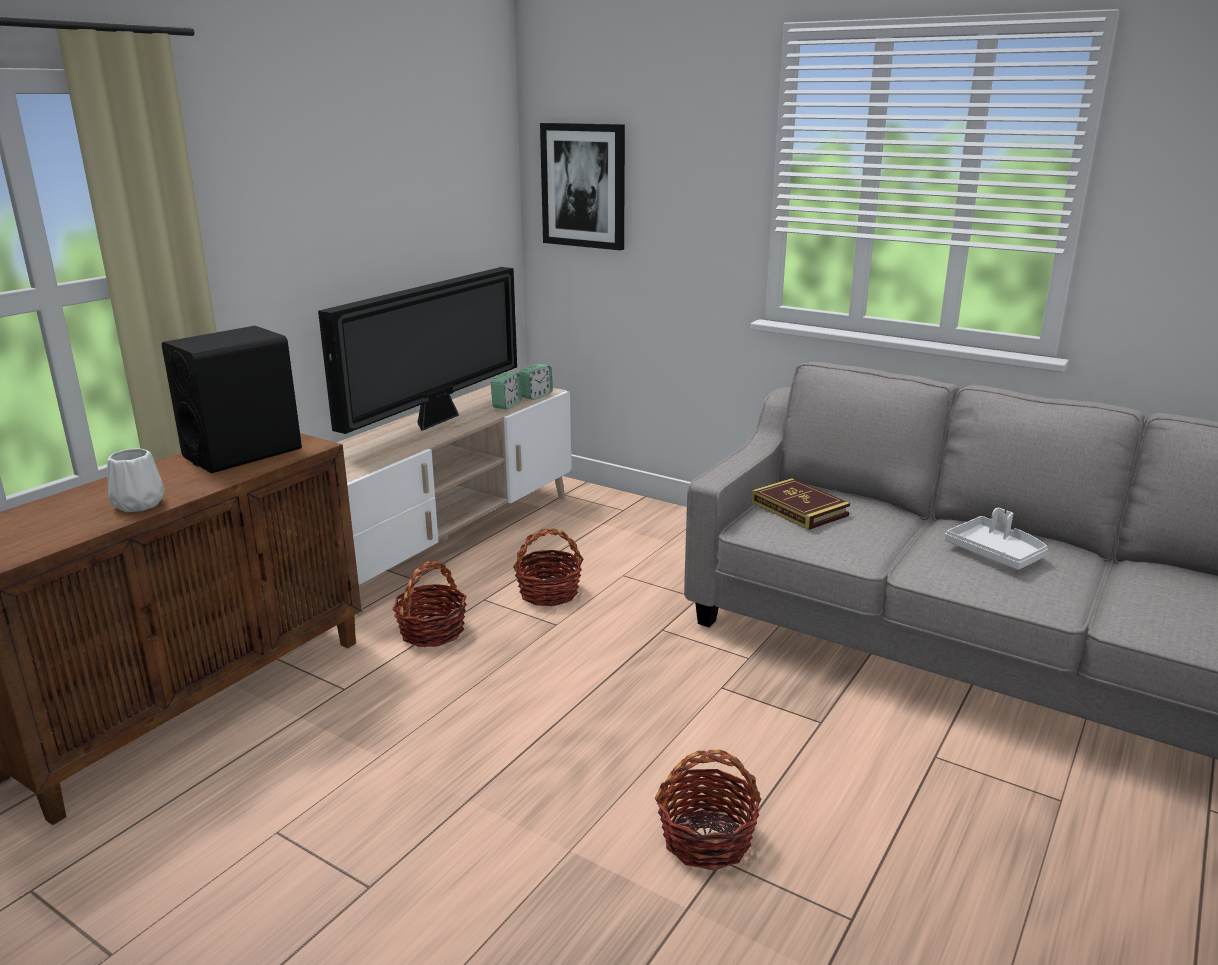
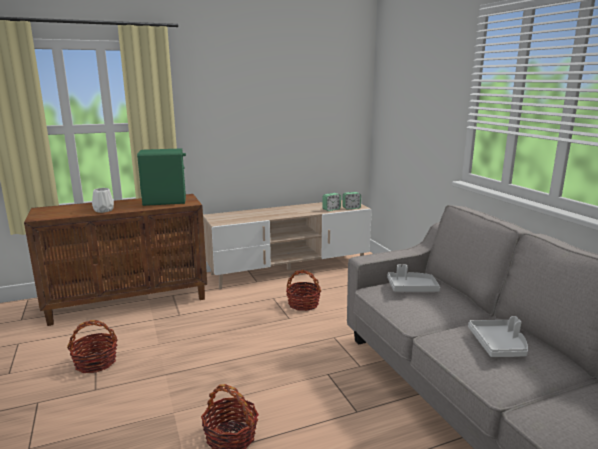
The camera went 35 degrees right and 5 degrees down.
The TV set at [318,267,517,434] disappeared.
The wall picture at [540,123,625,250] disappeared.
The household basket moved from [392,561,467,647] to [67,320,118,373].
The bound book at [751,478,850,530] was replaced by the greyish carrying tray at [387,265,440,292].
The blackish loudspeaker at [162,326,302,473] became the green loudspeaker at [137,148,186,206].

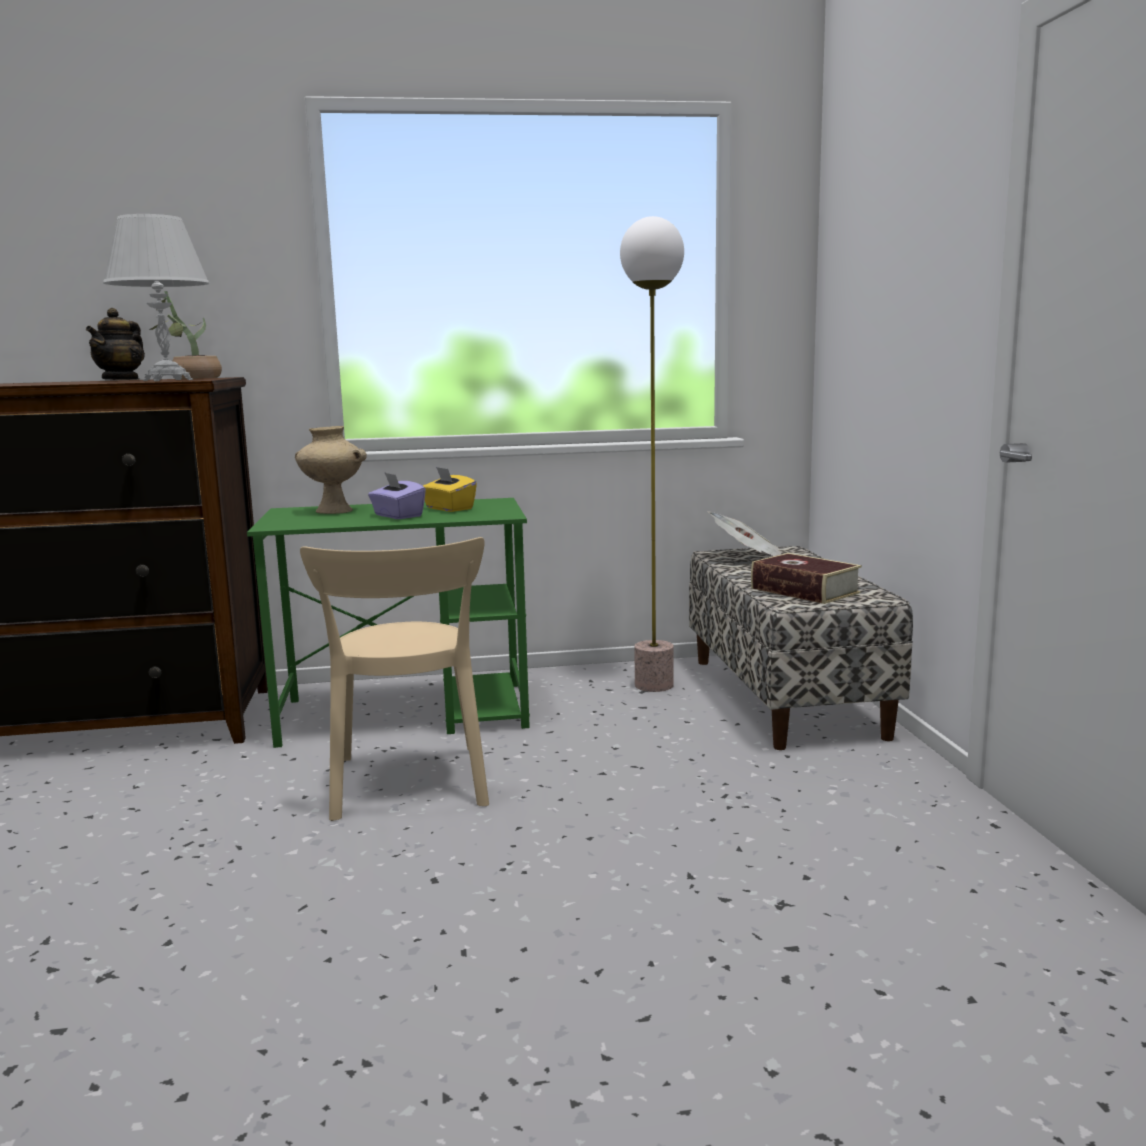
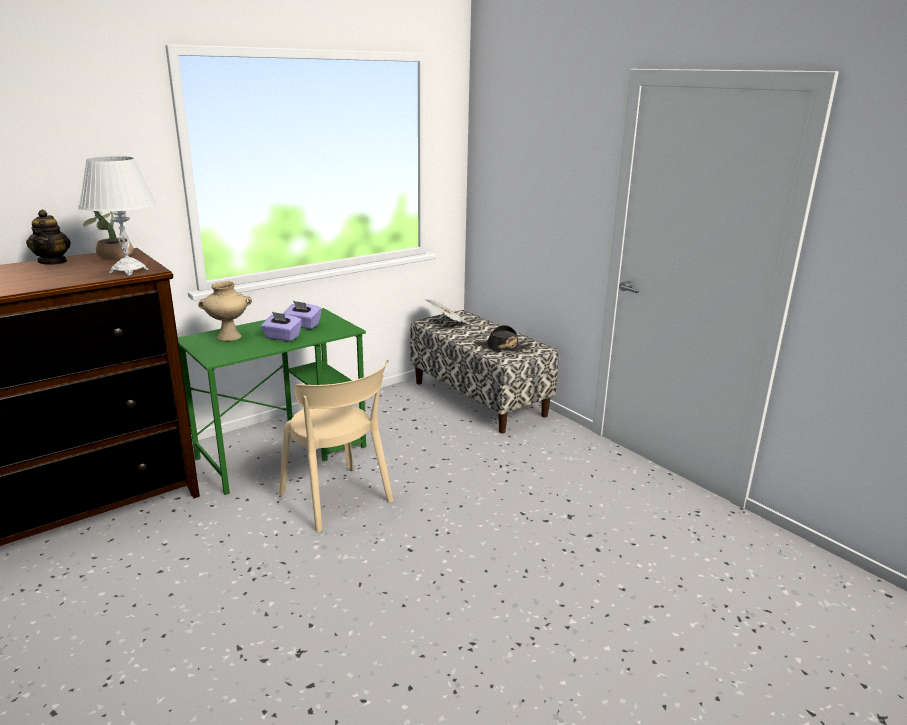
The camera went 30 degrees left and 10 degrees up.
The floor lamp at [620,216,684,692] disappeared.
The bound book at [751,553,862,604] was replaced by the blackish hat at [474,325,533,351].
The yellowish tissue holder at [423,467,477,512] became the purple-coloured tissue holder at [283,301,322,329].

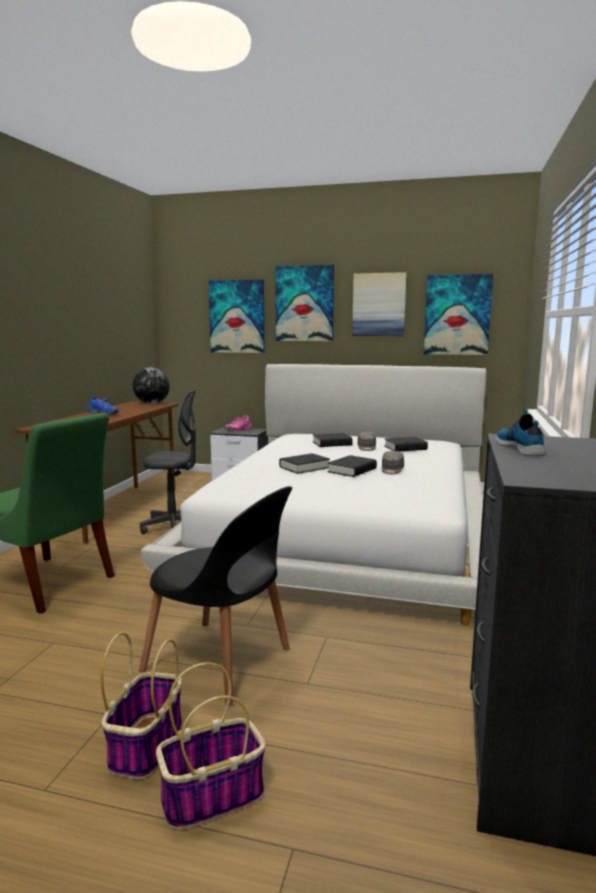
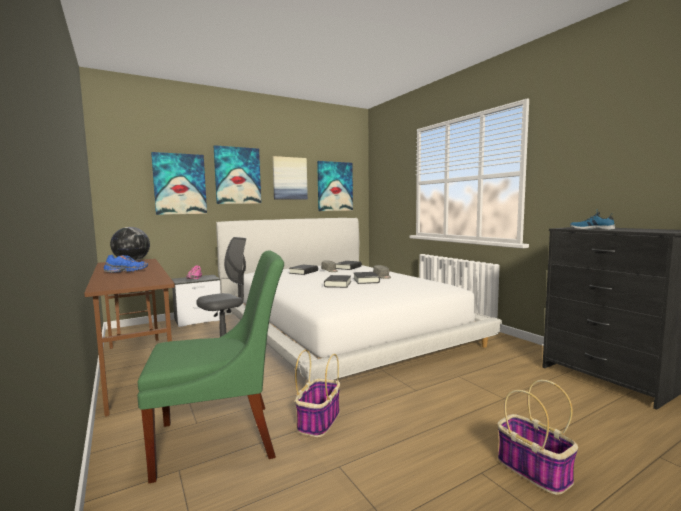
The camera went 45 degrees left and 5 degrees down.
The blackish chair at [139,486,292,706] disappeared.
The household basket moved from [156,662,266,830] to [295,350,340,437].

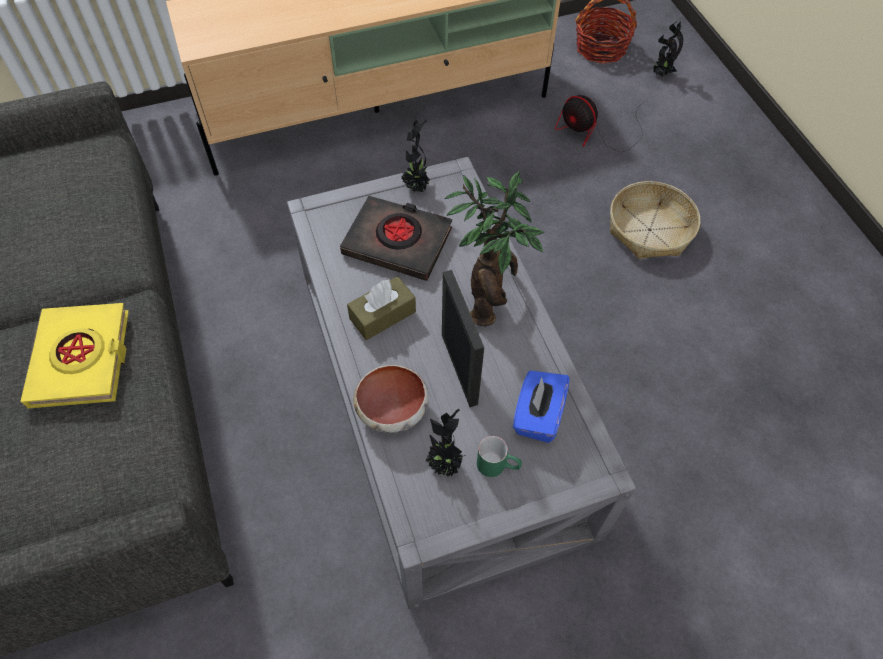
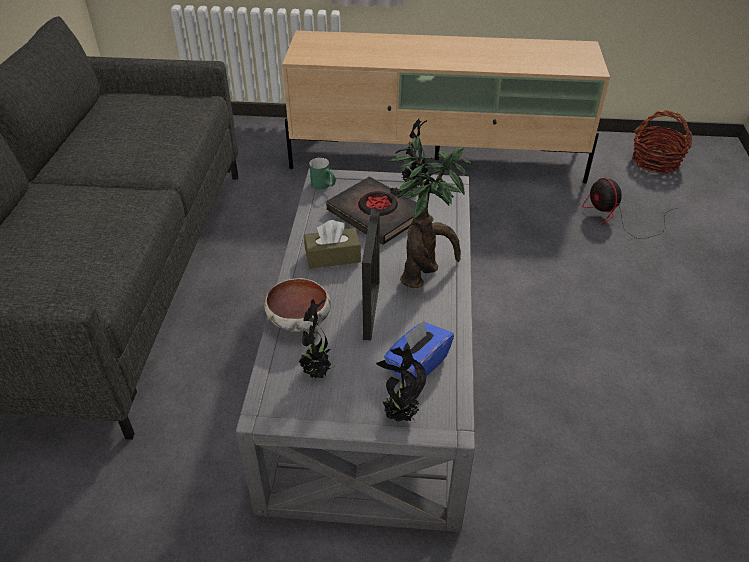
The camera went 25 degrees right and 15 degrees down.
The yellowish bound book at [21,303,129,408] disappeared.
The household basket at [610,181,700,259] disappeared.
The green mug moved from [477,436,522,477] to [309,158,336,190].
The potted plant moved from [653,21,683,77] to [376,347,426,422].

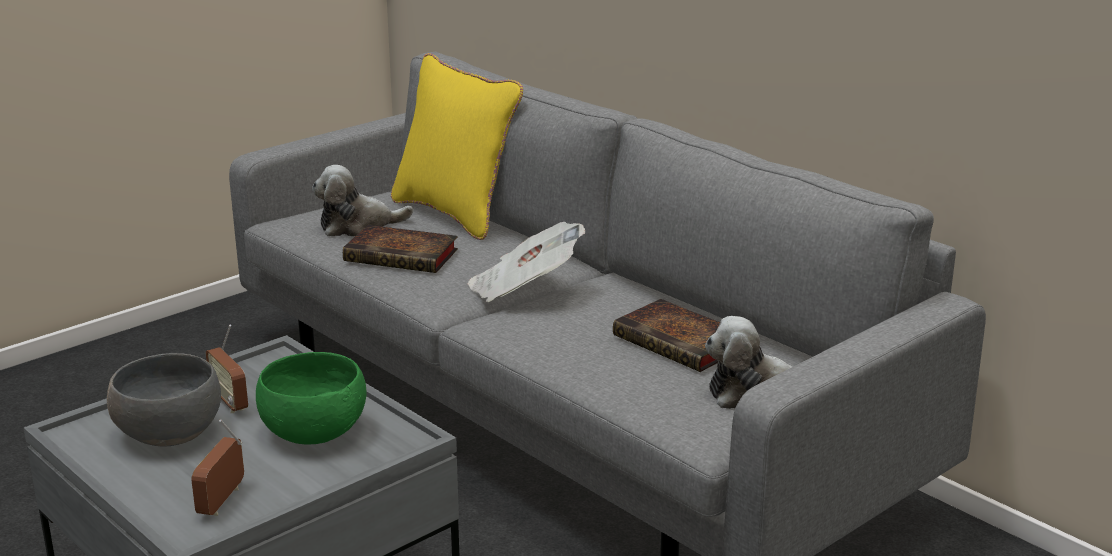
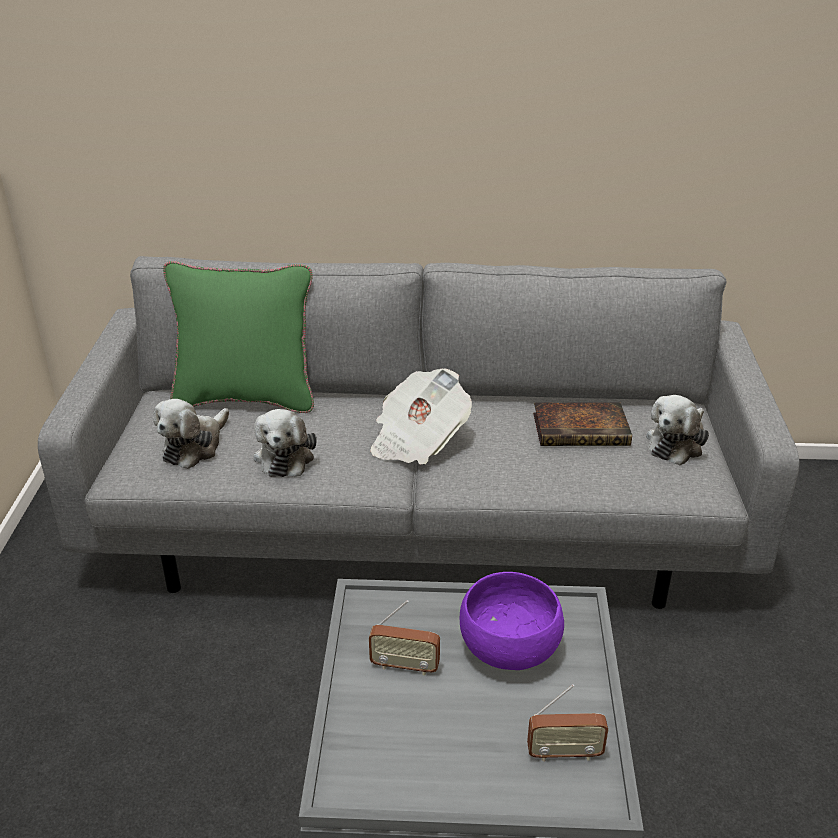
The camera went 45 degrees left and 10 degrees up.
The greyish bowl at [107,353,221,446] disappeared.
The bound book at [343,225,458,273] was replaced by the soft toy at [253,409,317,477].
The green bowl at [256,352,366,445] became the purple-coloured bowl at [460,572,564,670].
The yellowish pillow at [391,53,523,240] became the green pillow at [163,261,314,413].
The radio set at [191,419,244,516] turned 60 degrees counterclockwise.

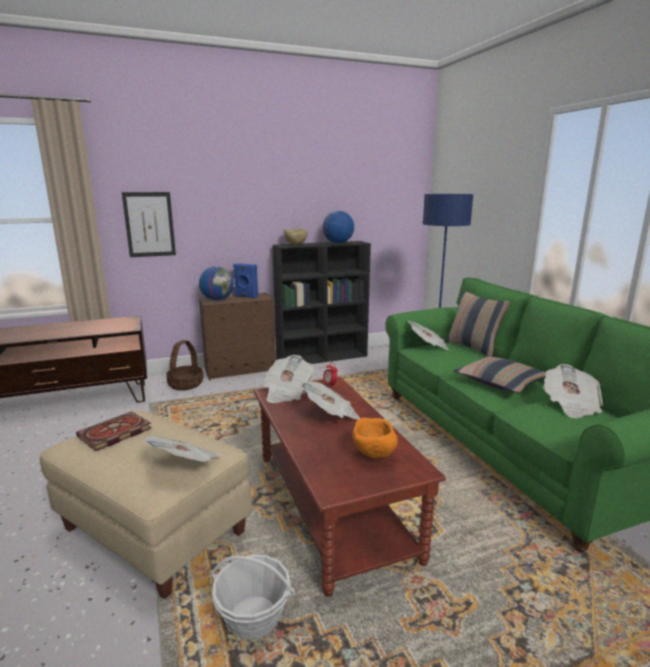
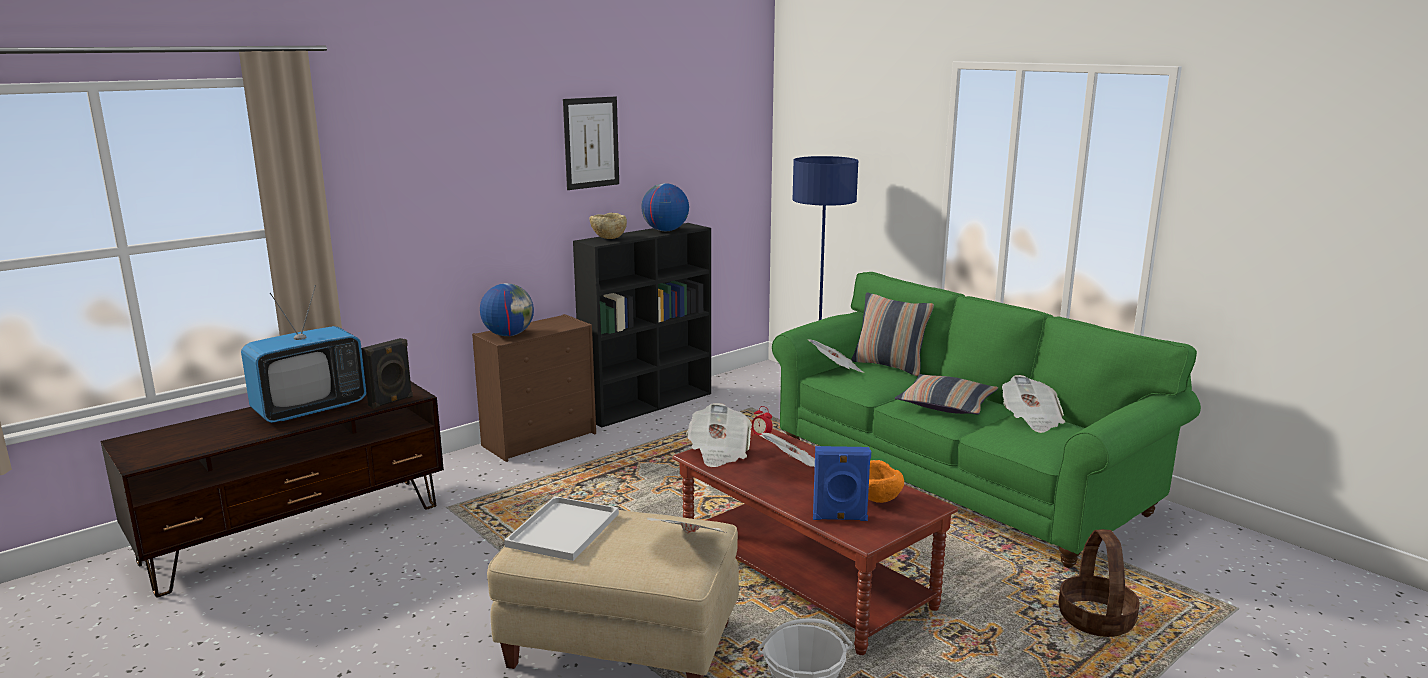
The camera went 20 degrees left and 0 degrees up.
The TV set at [241,285,367,423] appeared.
The blackish loudspeaker at [361,338,413,409] appeared.
The wall picture moved from [122,192,176,257] to [563,96,619,190].
The household basket moved from [166,340,203,390] to [1058,529,1140,637].
The blue-coloured loudspeaker moved from [233,263,258,298] to [813,446,871,521].
The bound book at [76,411,152,451] was replaced by the whitish carrying tray at [504,496,619,561].

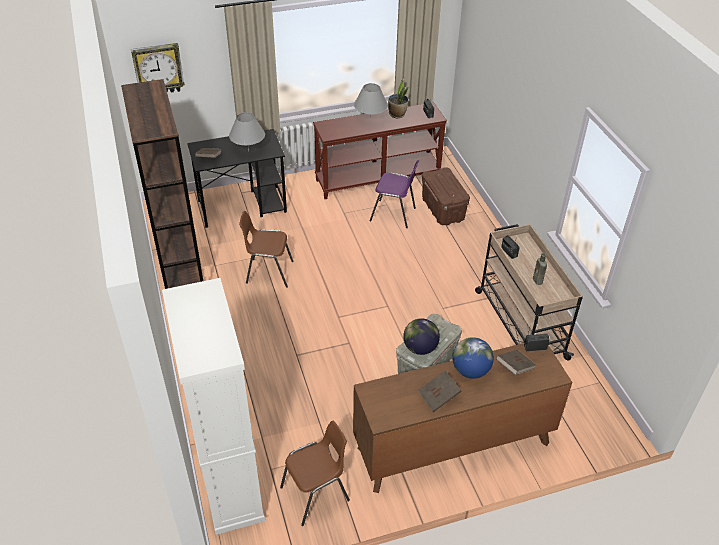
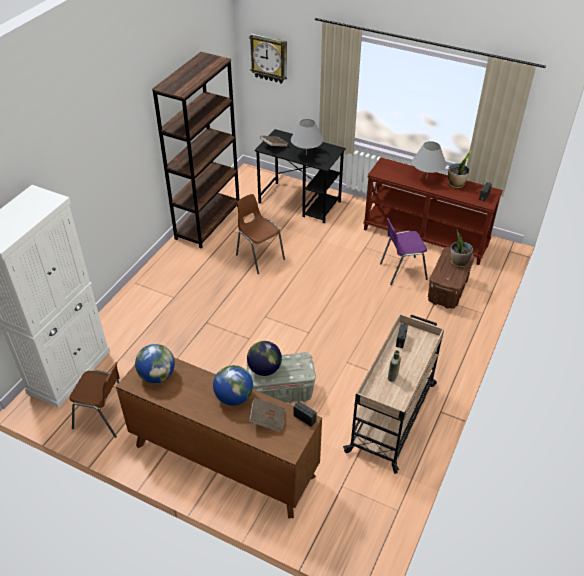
The camera went 45 degrees right and 0 degrees up.
The brown bound book at [418,371,462,412] disappeared.
The world globe at [135,344,175,383] appeared.
The potted plant at [451,229,473,268] appeared.
The purple-coloured chair at [370,160,419,228] turned 105 degrees clockwise.

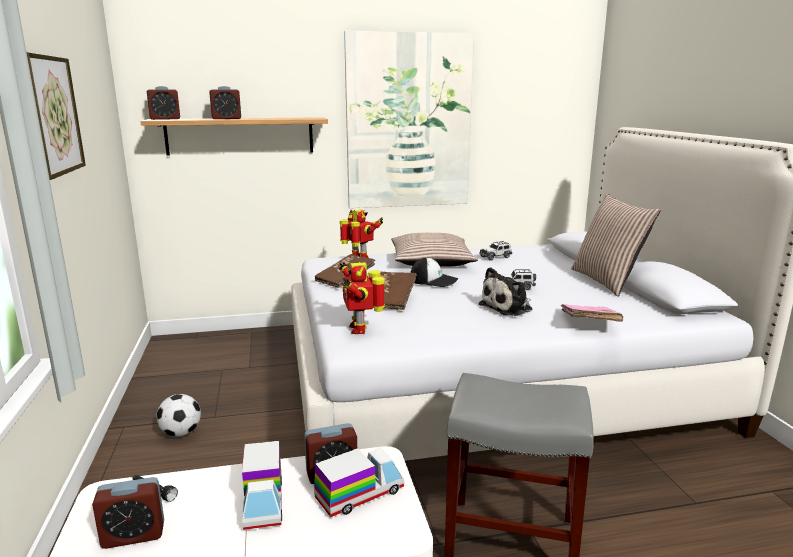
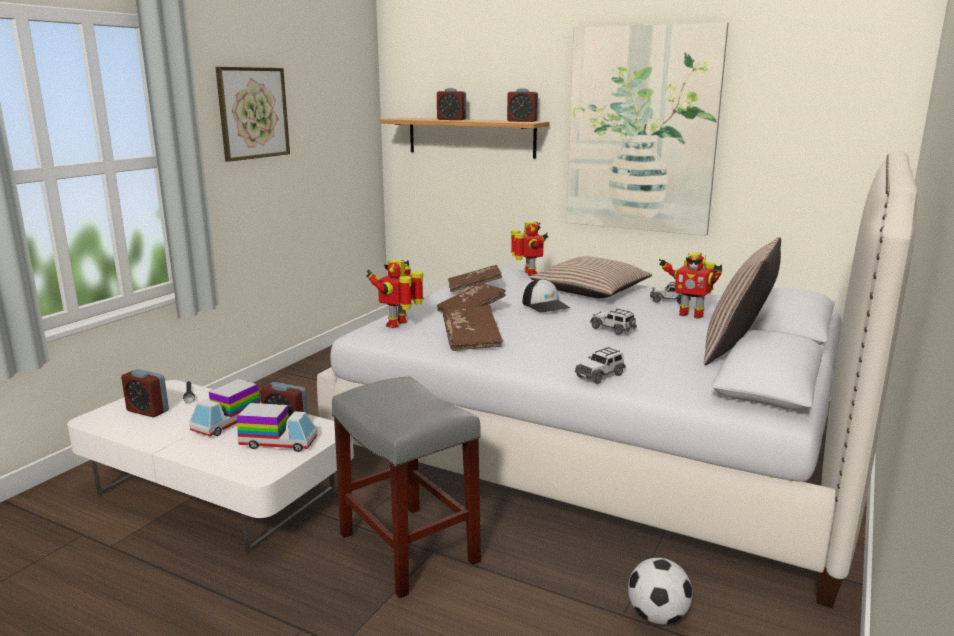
The camera went 40 degrees right and 0 degrees up.
The soft toy at [478,267,533,316] disappeared.
The brown bound book at [443,305,503,351] appeared.
The toy robot at [659,252,722,318] appeared.
The table clock moved from [147,86,180,120] to [507,88,538,122].
The football ball moved from [157,394,201,437] to [628,558,692,624].
The pinkish bound book at [561,304,623,322] was replaced by the model car at [575,347,626,384].

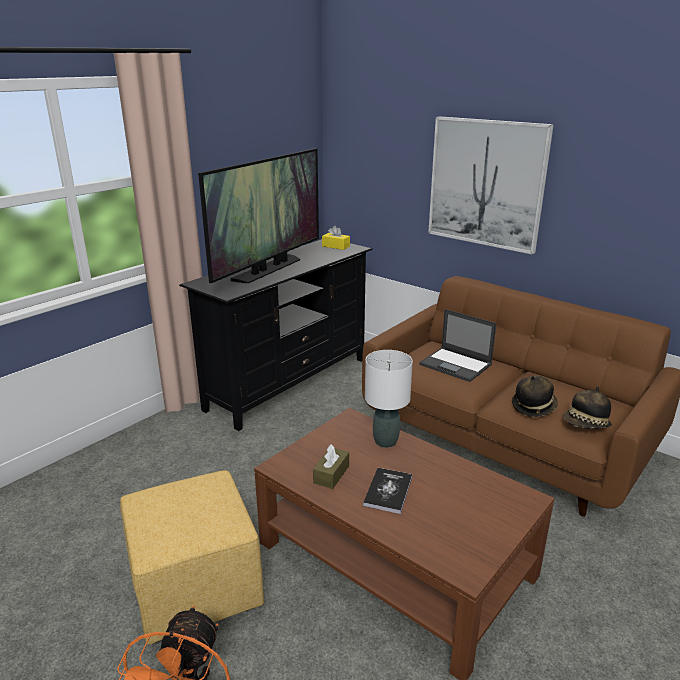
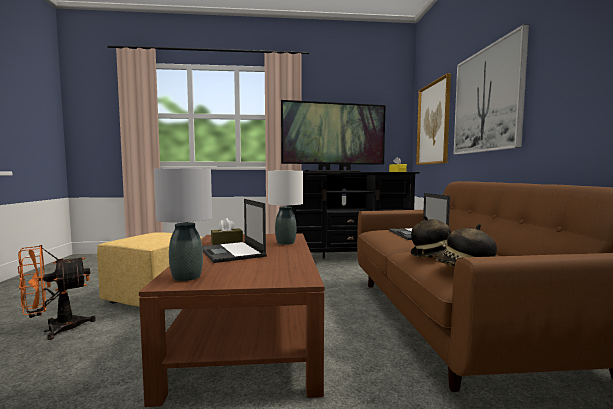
The camera went 45 degrees right and 20 degrees down.
The greyish lamp for a table at [154,168,212,281] appeared.
The wall picture at [416,73,451,165] appeared.
The bound book at [363,468,412,514] was replaced by the notebook computer at [202,199,267,263].

